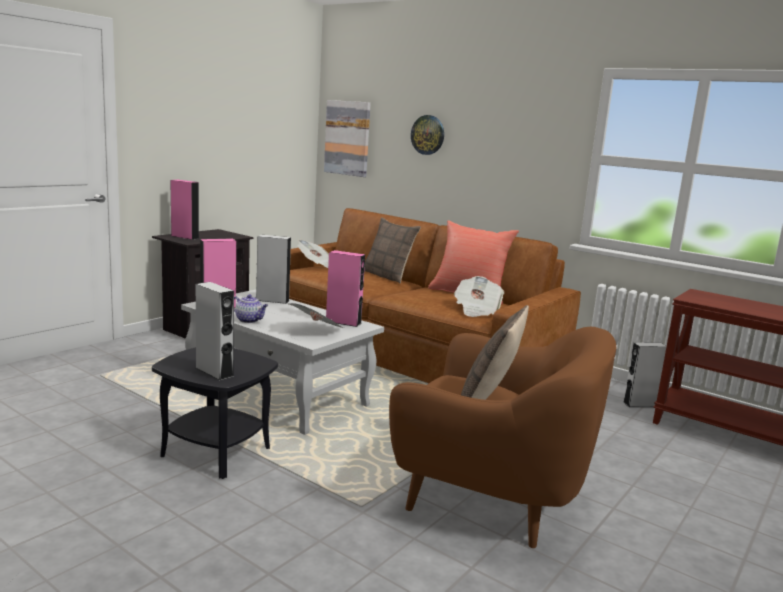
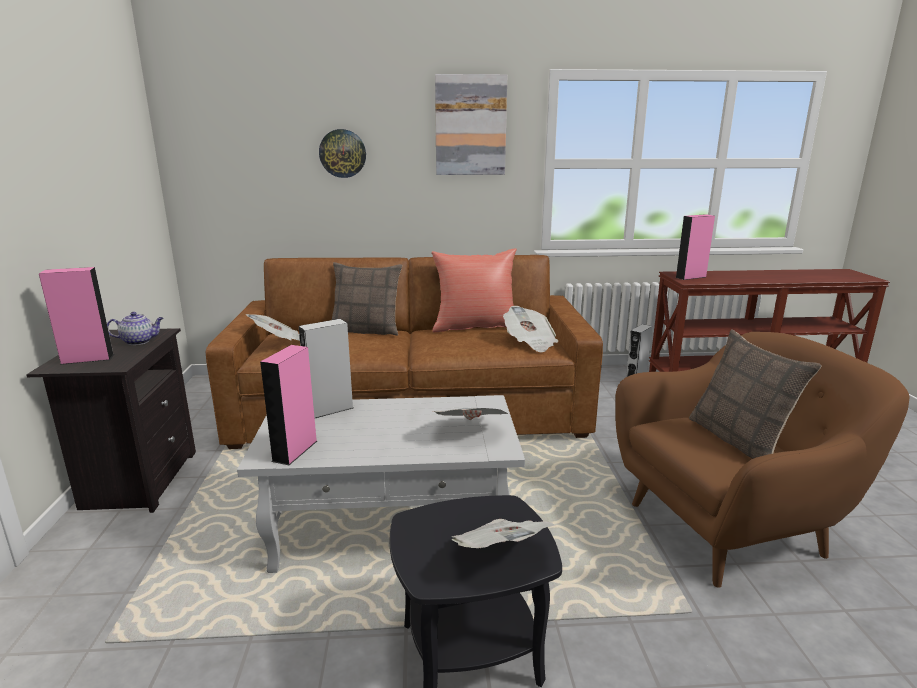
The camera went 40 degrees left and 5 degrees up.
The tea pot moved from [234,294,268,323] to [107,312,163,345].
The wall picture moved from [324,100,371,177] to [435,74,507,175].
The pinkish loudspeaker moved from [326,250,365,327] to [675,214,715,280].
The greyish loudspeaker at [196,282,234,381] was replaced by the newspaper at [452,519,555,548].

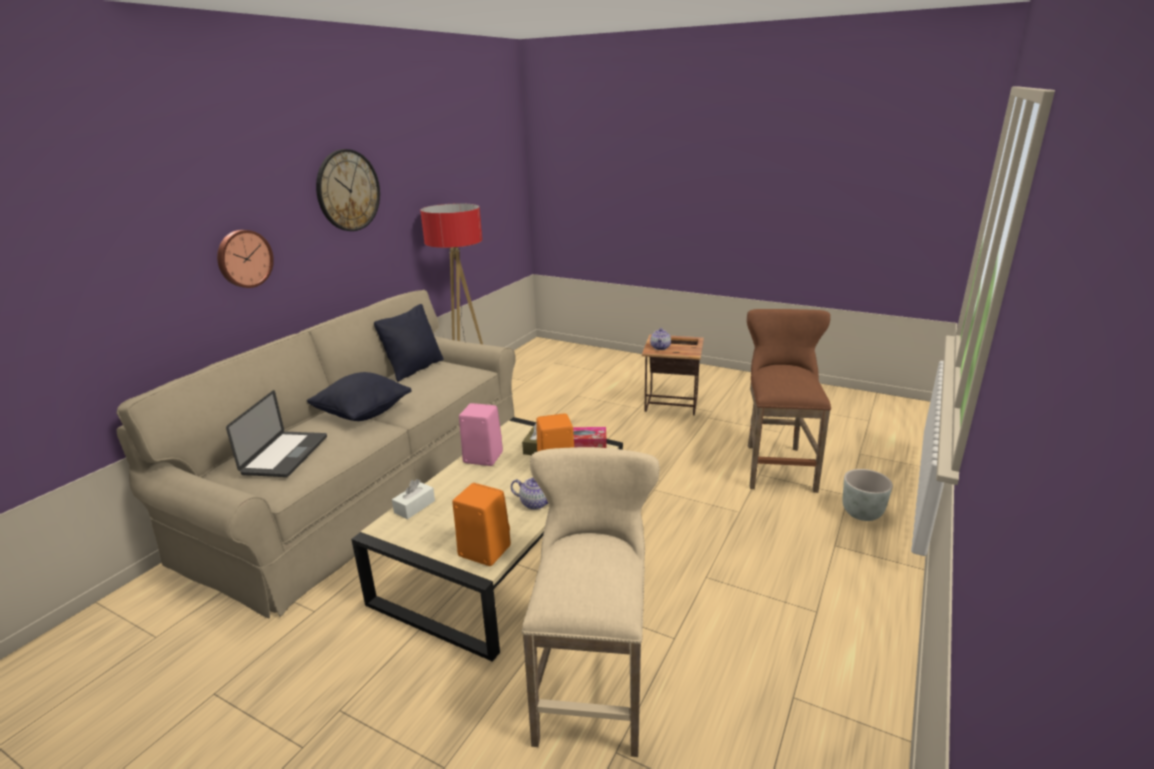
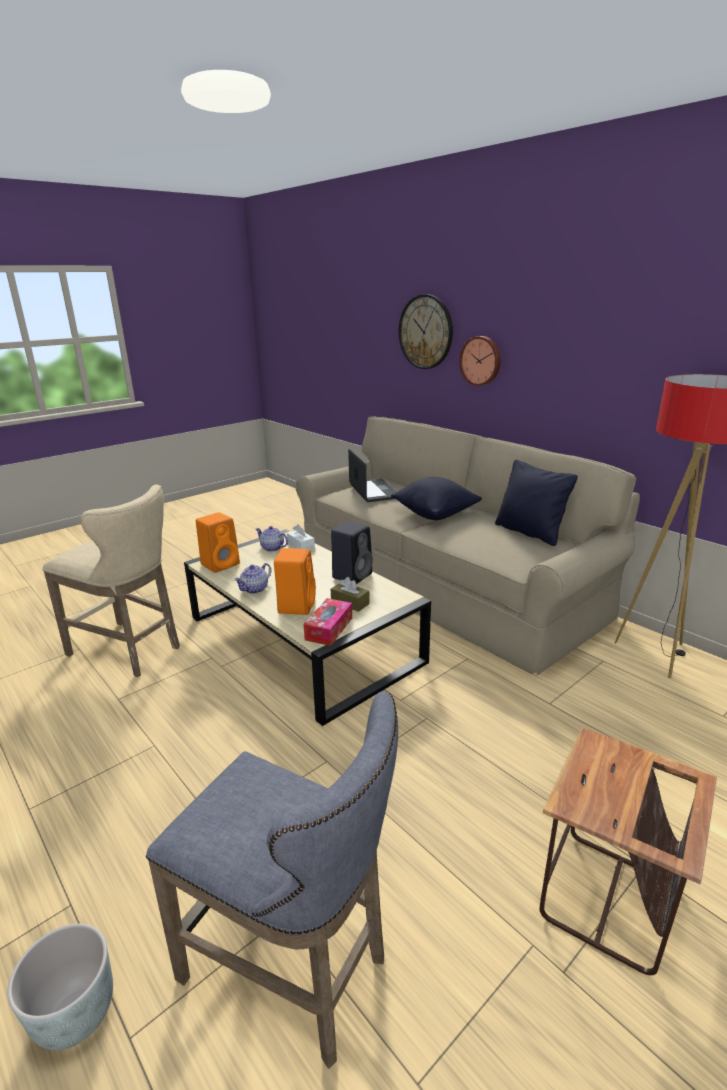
The camera went 110 degrees right and 0 degrees up.
The clock on the wall moved from [316,149,380,231] to [399,294,453,369].
The tea pot moved from [650,328,671,350] to [256,526,288,552].
The pinkish loudspeaker at [459,403,503,466] became the blackish loudspeaker at [331,521,373,584].
The brown stool seat at [747,309,831,493] became the greyish stool seat at [146,691,398,1069].
The notebook computer at [226,390,327,477] turned 135 degrees counterclockwise.

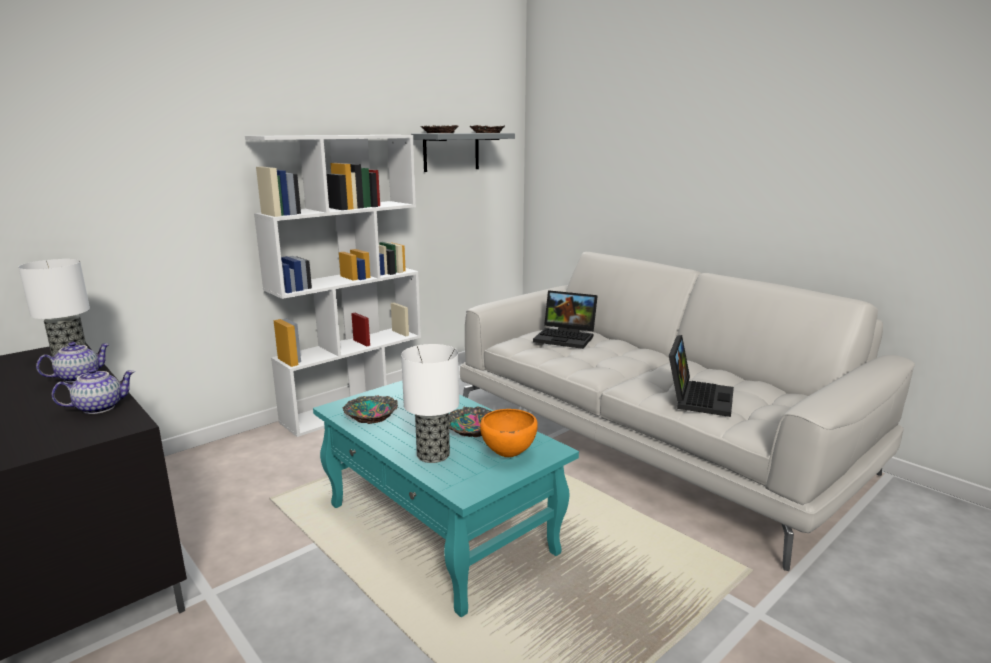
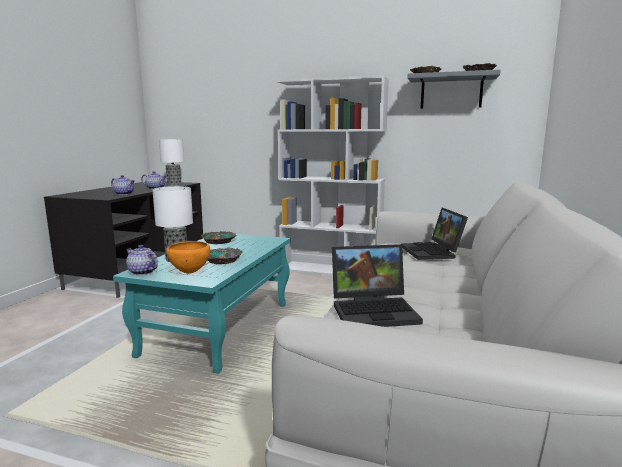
The camera went 60 degrees right and 5 degrees down.
The tea pot at [126,245,158,275] appeared.

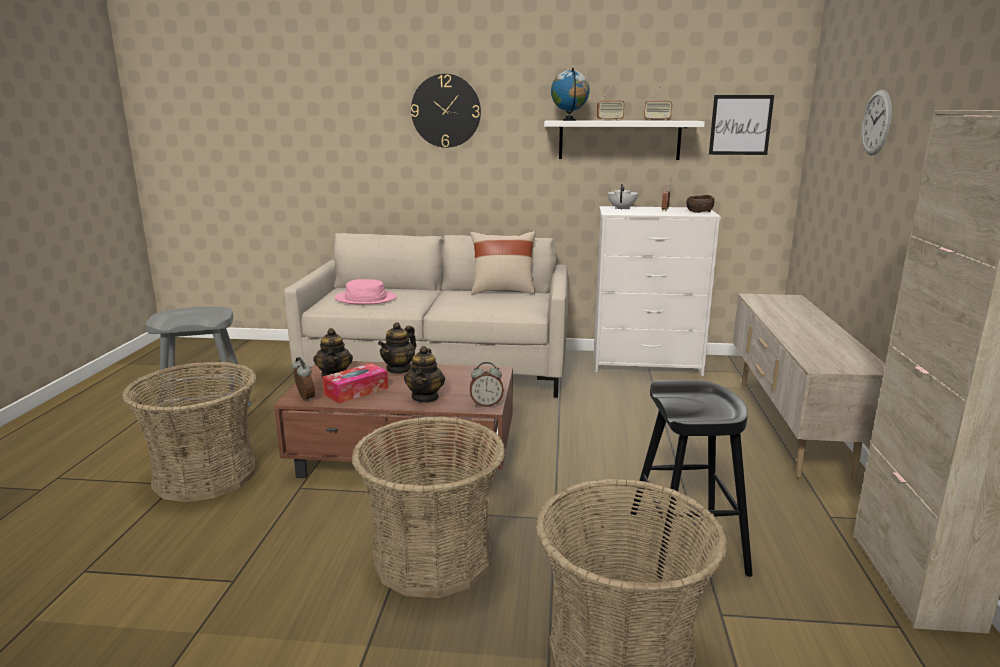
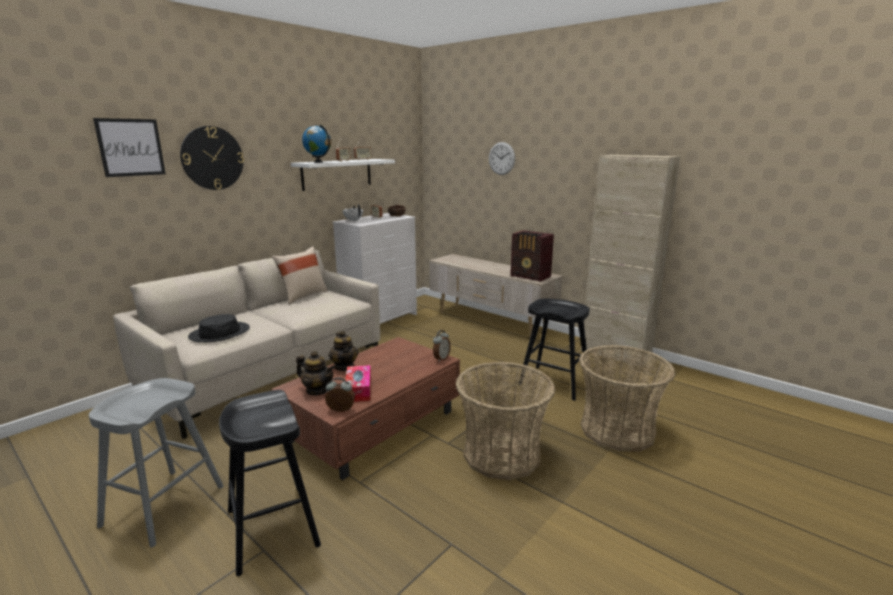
The camera went 55 degrees left and 0 degrees up.
The tea pot at [404,346,445,403] disappeared.
The radio set at [510,230,554,282] appeared.
The wall picture moved from [709,95,774,155] to [93,118,166,177].
The household basket at [122,361,257,502] was replaced by the blackish stool seat at [219,390,321,576].
The pinkish hat at [335,279,396,304] became the blackish hat at [188,314,250,342].

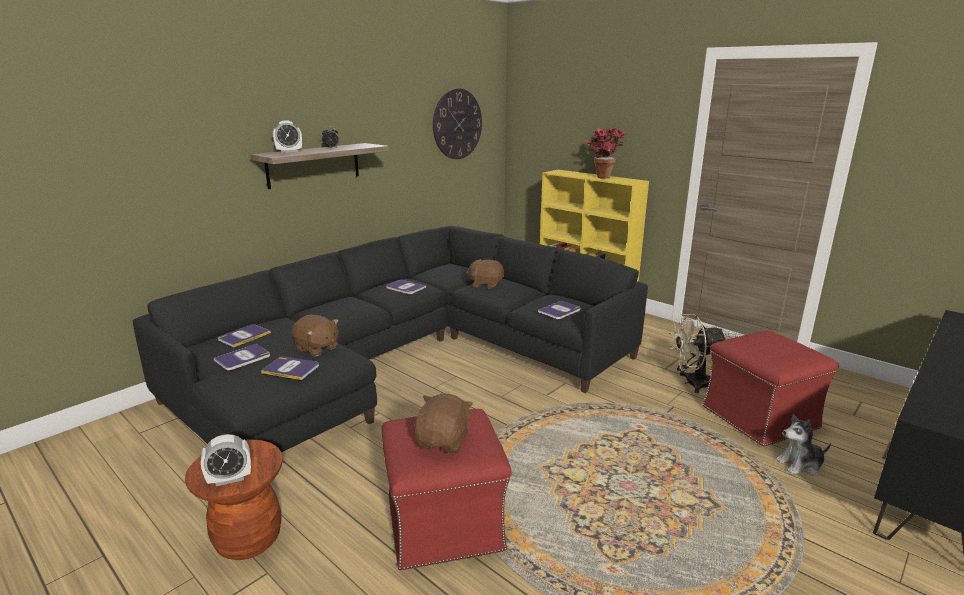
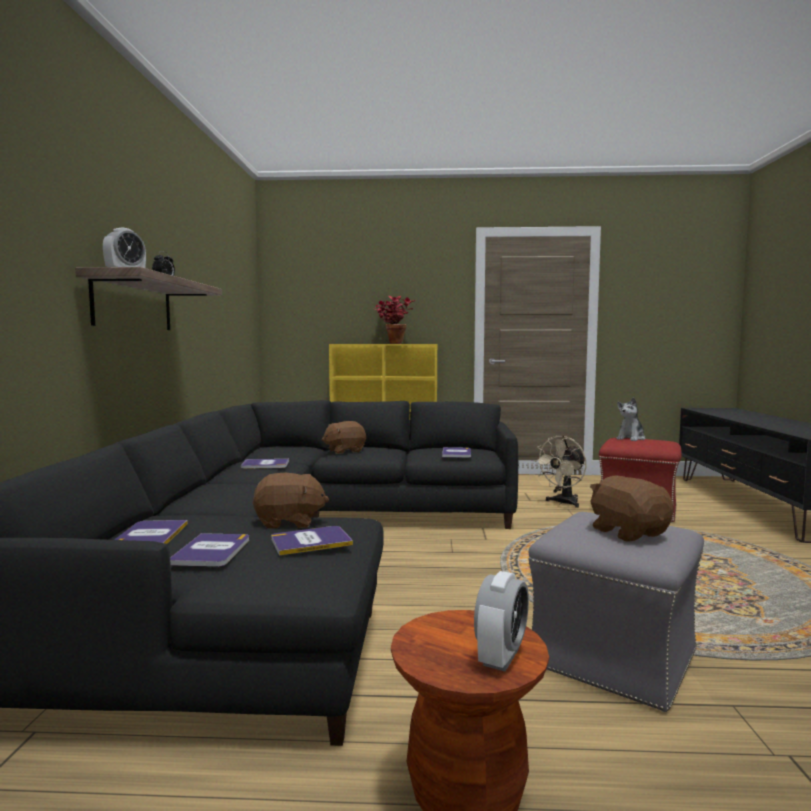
The camera went 40 degrees left and 15 degrees down.
The clock on the wall at [433,89,482,159] disappeared.
The soft toy moved from [776,414,831,476] to [617,397,645,441].
The red-coloured pouffe at [382,409,512,570] became the greyish pouffe at [529,512,704,712].

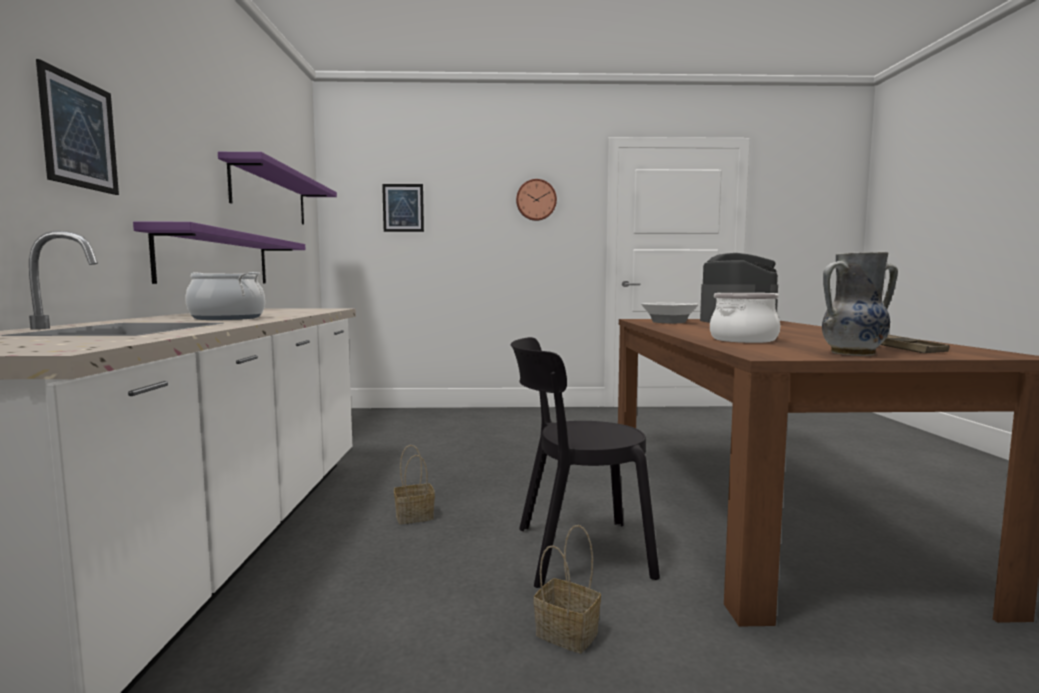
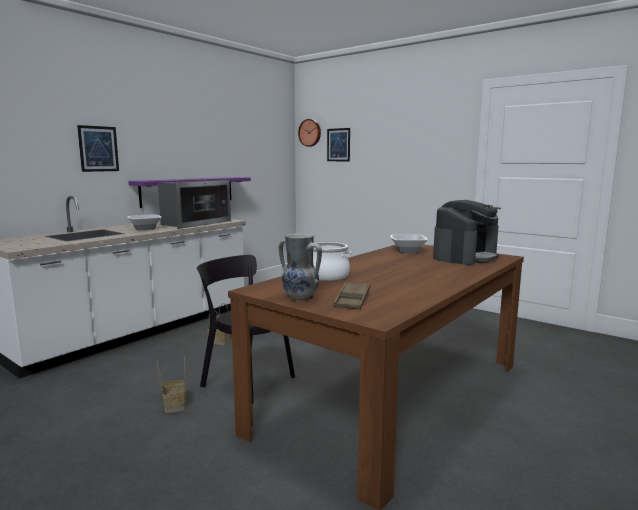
The camera went 40 degrees right and 5 degrees up.
The purple-coloured bracket shelf at [218,152,337,224] disappeared.
The microwave at [158,180,231,229] appeared.
The clock on the wall moved from [516,179,557,221] to [298,119,321,147].
The stockpot at [185,272,265,320] was replaced by the bowl at [127,214,161,231].

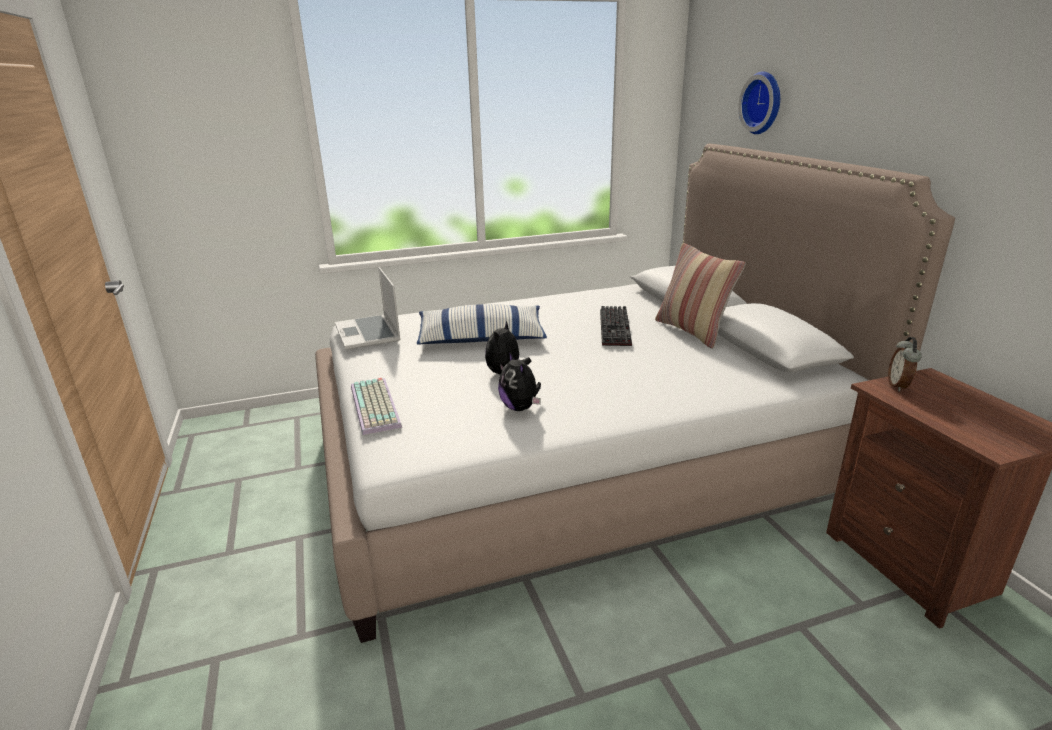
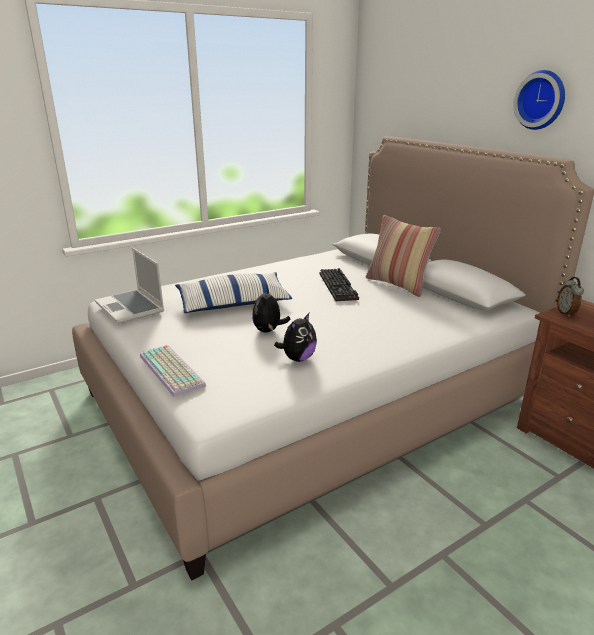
The camera went 15 degrees left and 0 degrees up.
The clock on the wall moved from [738,71,780,134] to [513,70,565,130].
The soft toy at [498,352,541,411] turned 105 degrees counterclockwise.

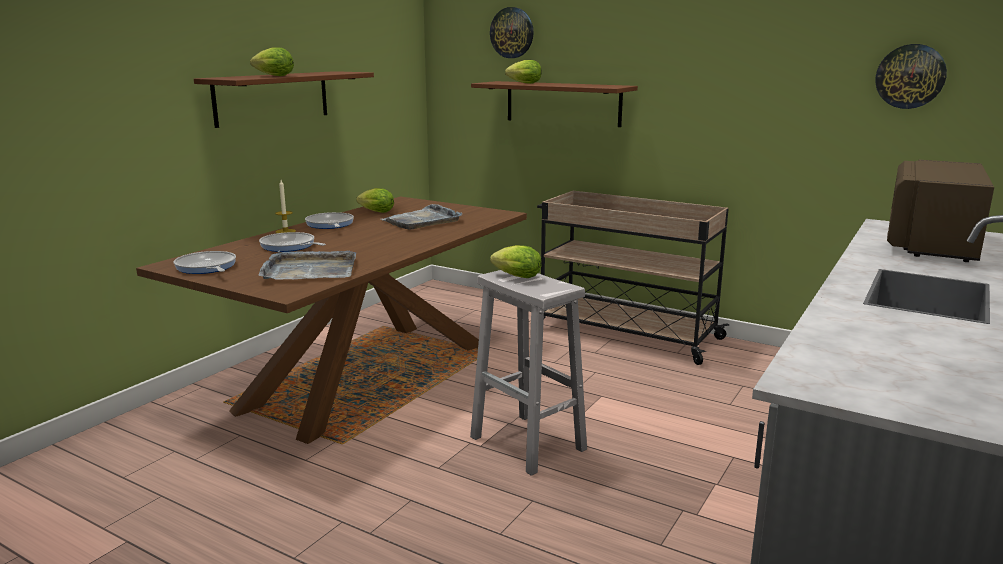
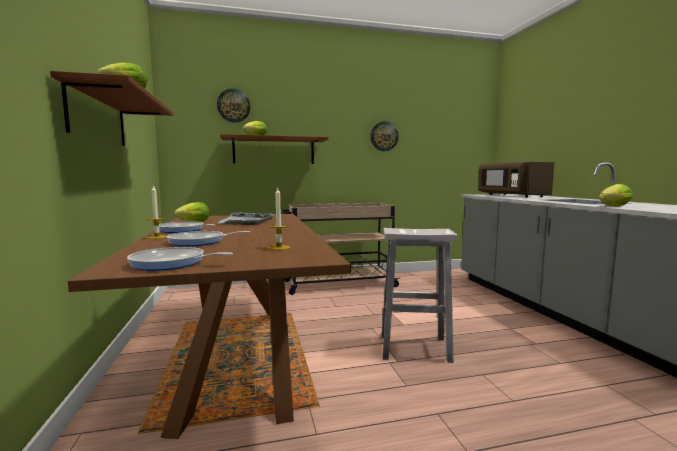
The camera went 45 degrees left and 10 degrees down.
The lettuce moved from [490,245,542,278] to [599,184,633,206].
The clock on the wall moved from [875,44,947,109] to [370,121,399,151].
The greyish carrying tray at [259,250,356,280] was replaced by the candle at [268,188,291,250].

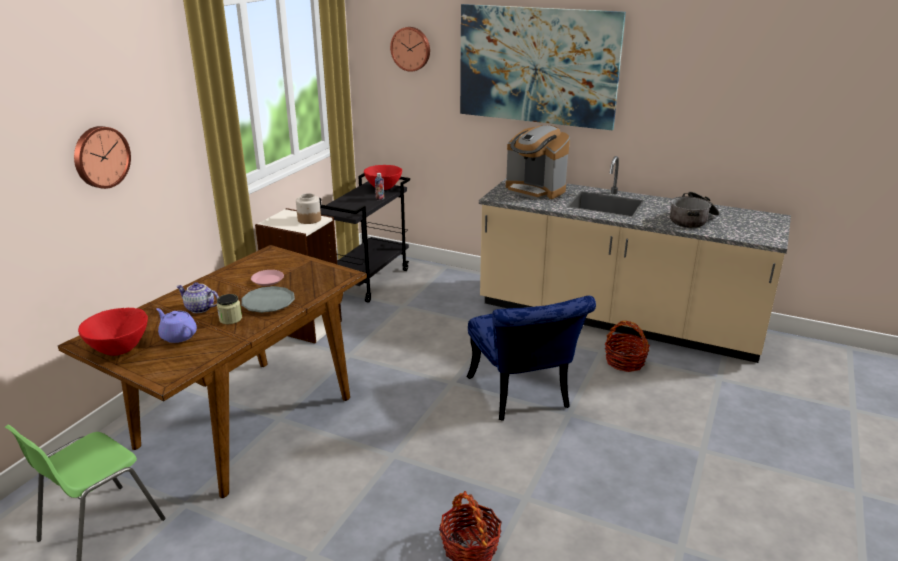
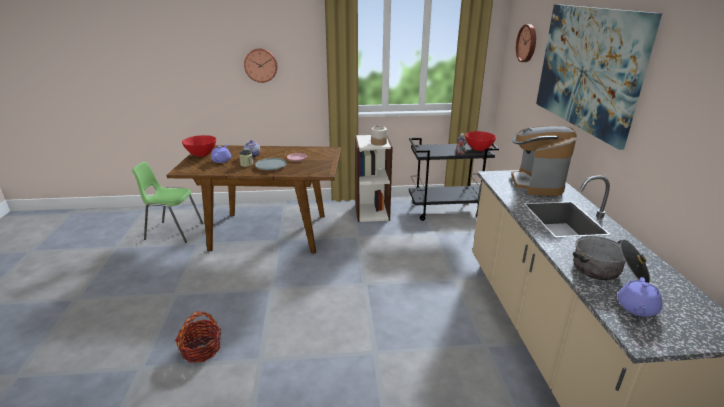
The camera went 60 degrees right and 0 degrees up.
The blue-coloured chair at [467,296,596,421] disappeared.
The household basket at [605,321,650,372] disappeared.
The purple-coloured tea pot at [617,277,662,317] appeared.

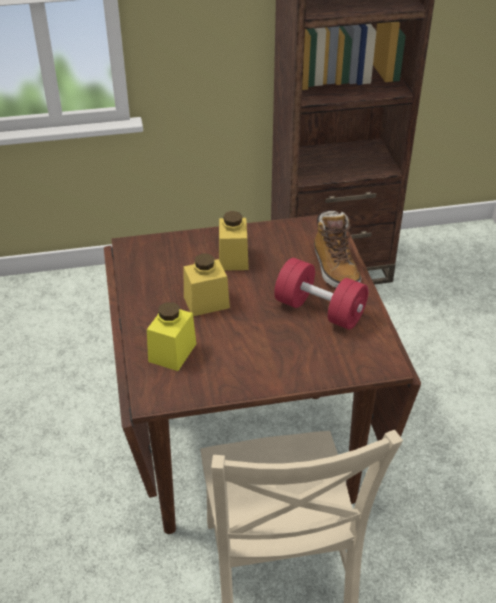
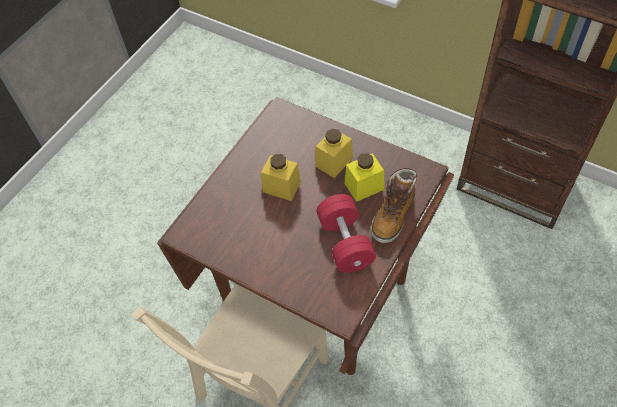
The camera went 45 degrees right and 15 degrees up.
The yellowish storage jar moved from [147,302,196,371] to [345,153,384,202].

